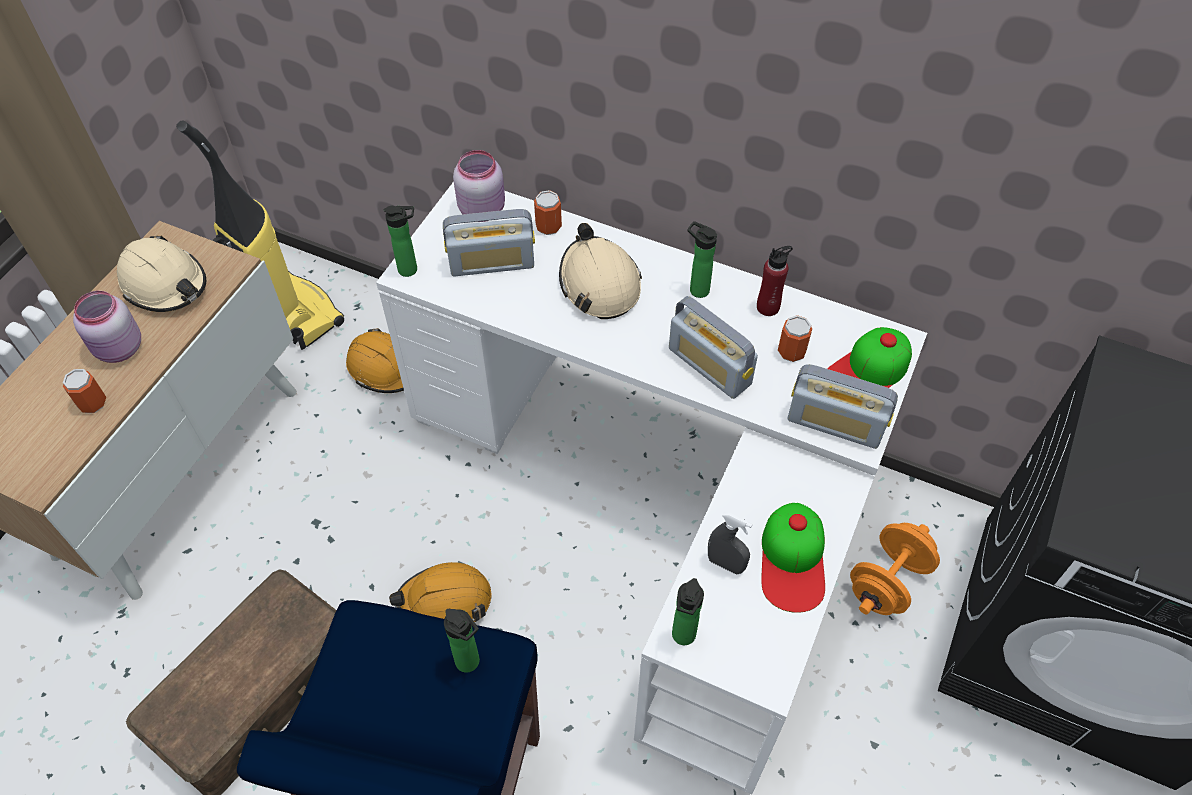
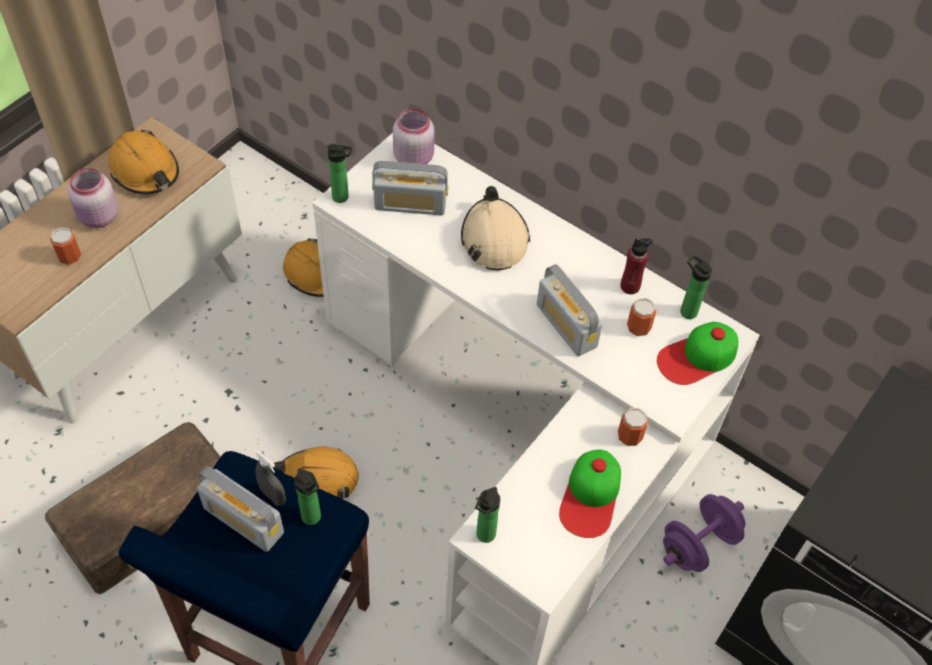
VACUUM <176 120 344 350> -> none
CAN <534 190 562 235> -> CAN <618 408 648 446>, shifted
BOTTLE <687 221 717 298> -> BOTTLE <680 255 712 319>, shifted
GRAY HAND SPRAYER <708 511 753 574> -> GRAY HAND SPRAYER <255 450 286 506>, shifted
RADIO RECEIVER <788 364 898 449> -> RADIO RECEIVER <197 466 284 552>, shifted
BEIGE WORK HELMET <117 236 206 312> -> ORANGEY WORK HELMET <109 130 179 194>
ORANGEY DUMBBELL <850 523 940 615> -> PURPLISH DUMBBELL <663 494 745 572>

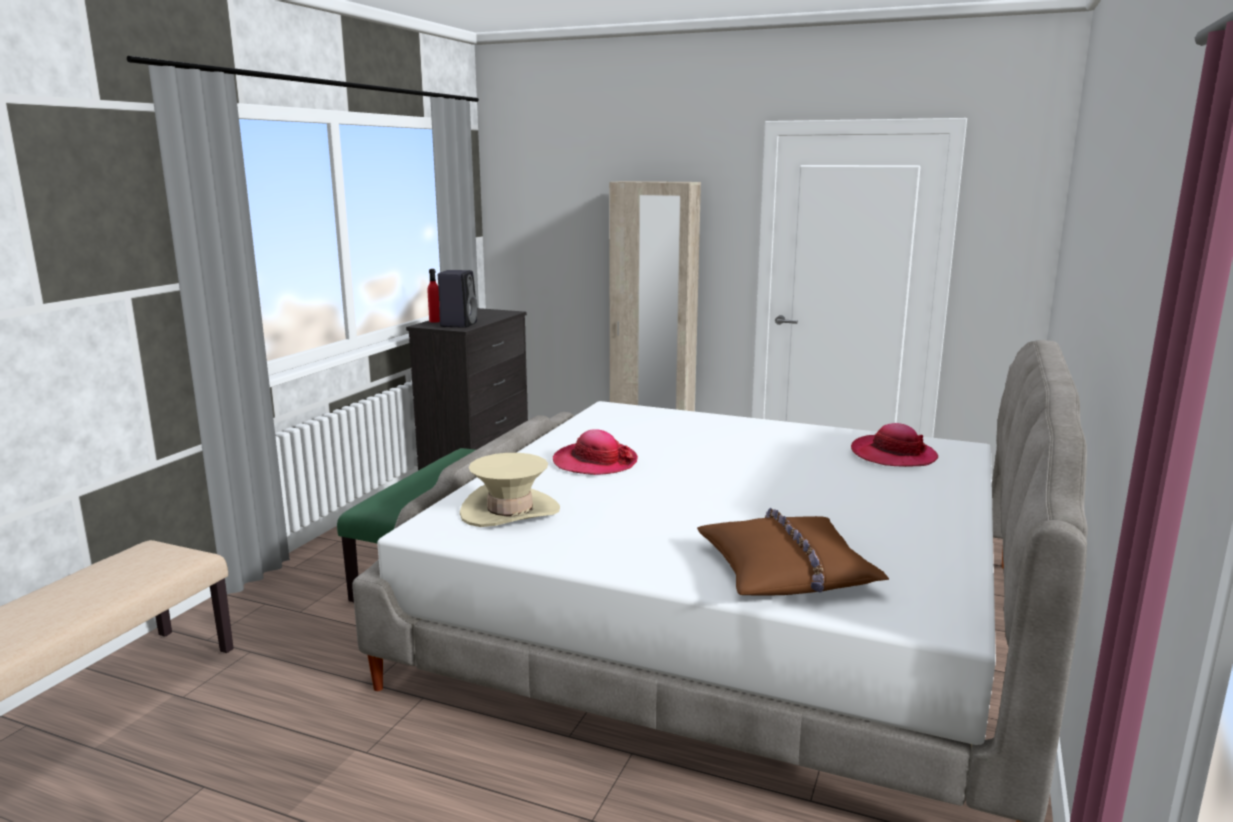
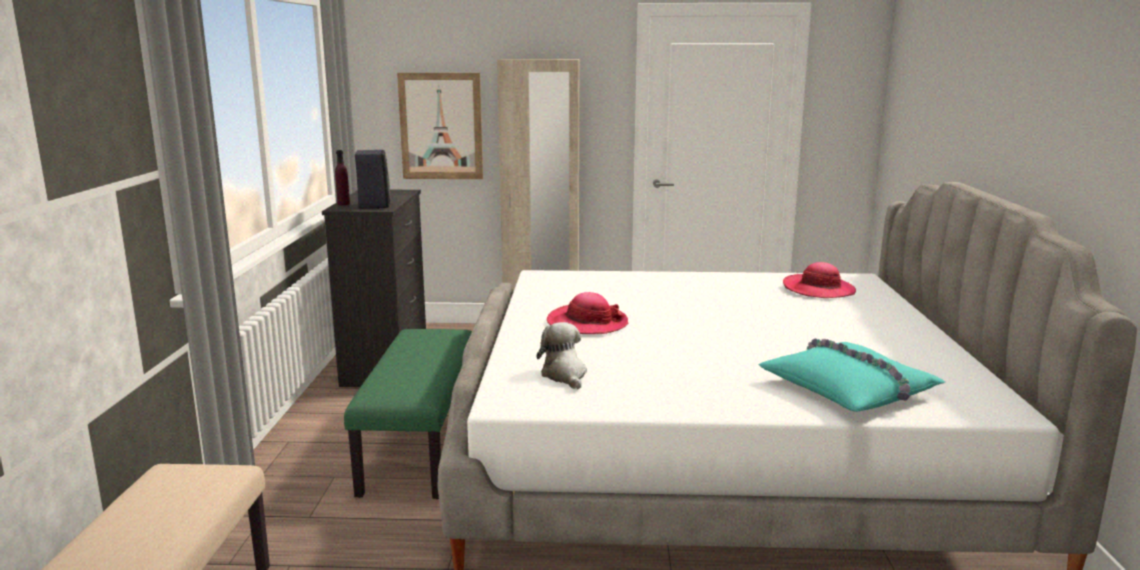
none -> WALL PICTURE <397 73 483 179>
BEIGE CLOTHING HAT <460 453 560 527> -> CUDDLY TOY <537 322 587 390>
REDDISH BOTTLE <428 269 440 323> -> PURPLISH BOTTLE <335 150 350 205>
BROWN THROW PILLOW <697 508 889 596> -> BLUE-GREEN THROW PILLOW <759 339 945 412>

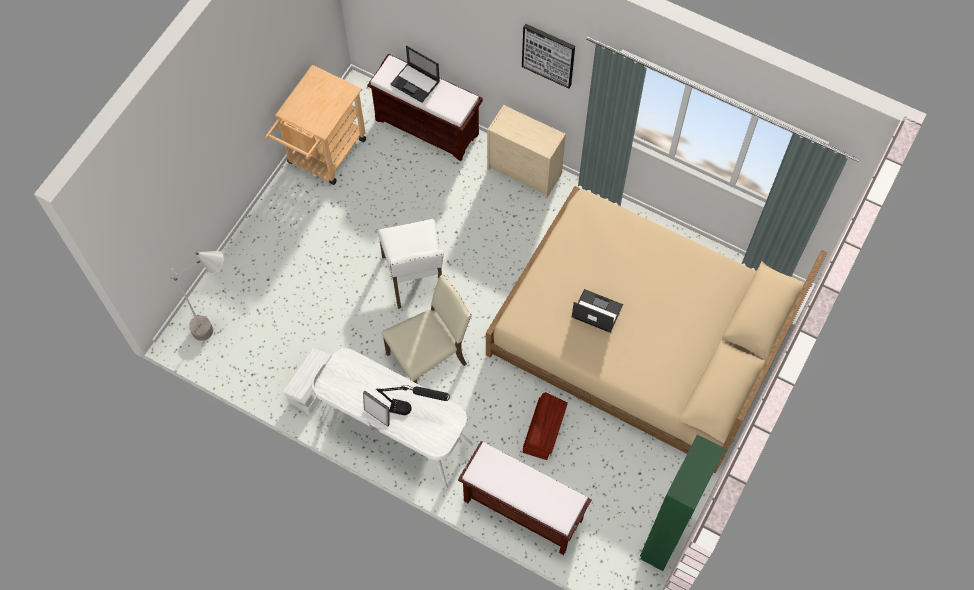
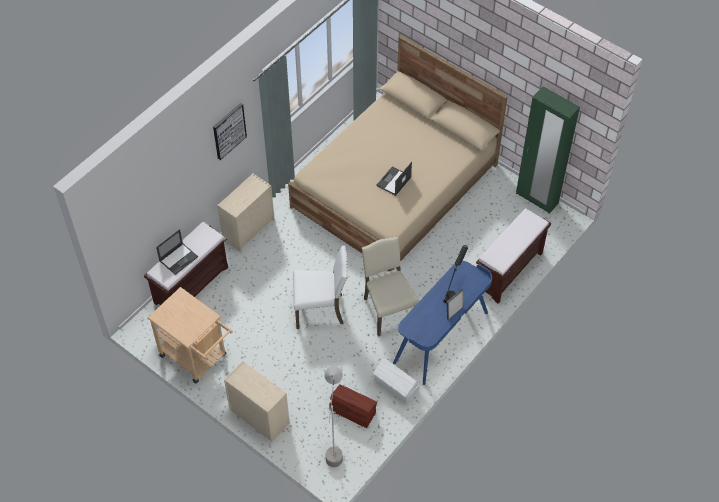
none -> BEIGE CHEST OF DRAWERS <224 361 290 442>
BROWN STORAGE BIN <523 392 568 460> -> BROWN STORAGE BIN <329 384 377 428>, shifted
WHITISH DESK TABLE <312 348 473 489> -> BLUE-COLOURED DESK TABLE <393 261 492 385>

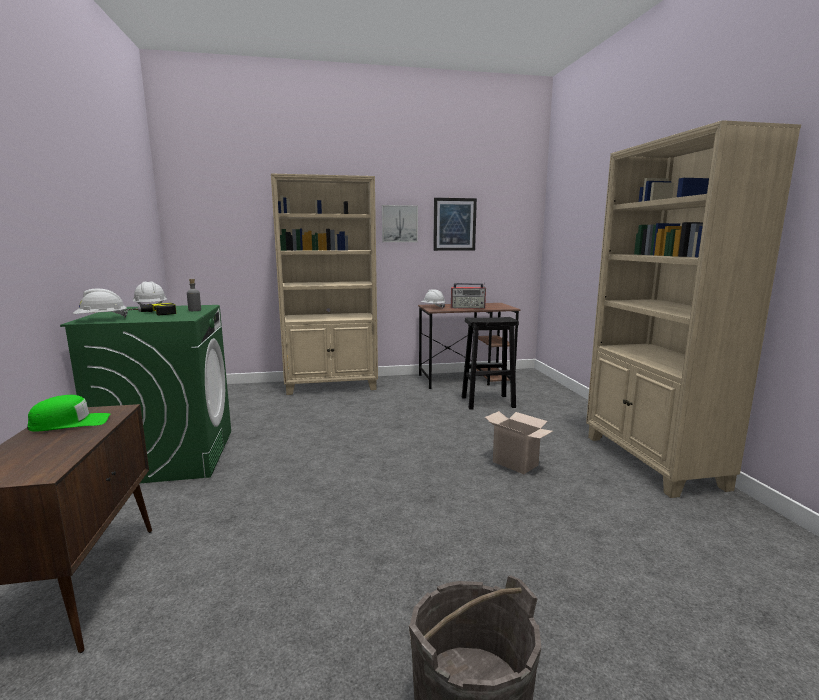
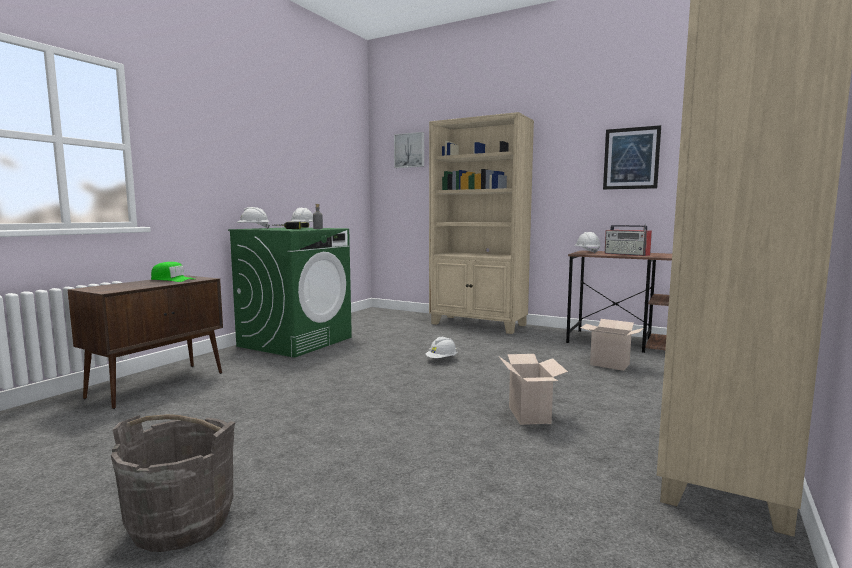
none -> WHITISH WORK HELMET <426 337 457 358>
WALL PICTURE <382 205 418 242> -> WALL PICTURE <394 132 424 168>, shifted
BLACK SITTING STOOL <462 317 519 410> -> CARDBOARD BOX <580 319 644 371>

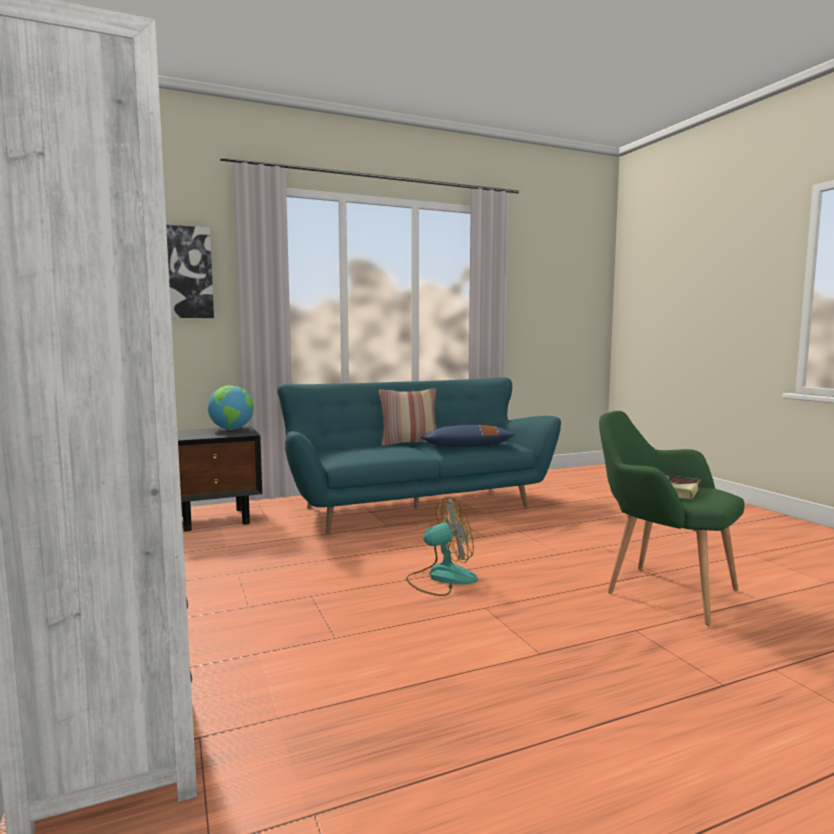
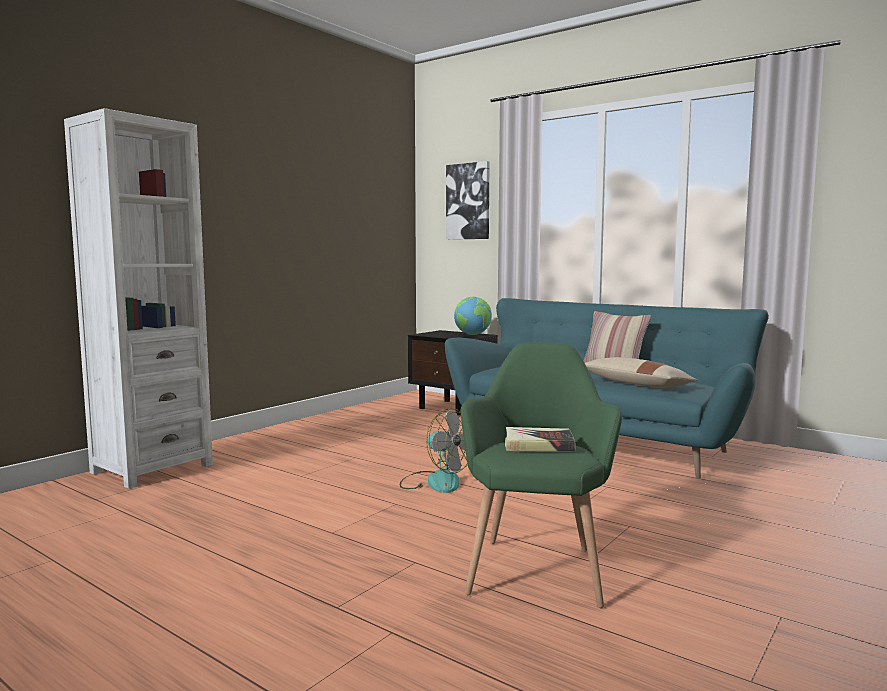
BLUE-COLOURED THROW PILLOW <421 425 516 447> -> BEIGE THROW PILLOW <585 357 698 387>

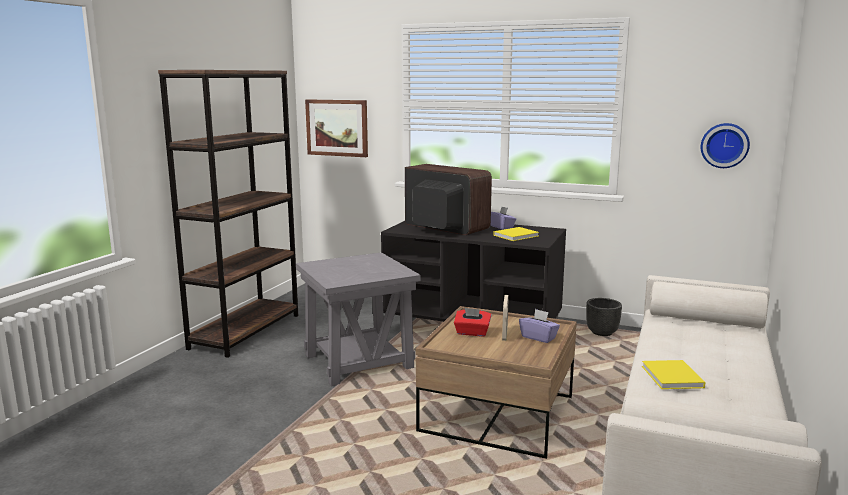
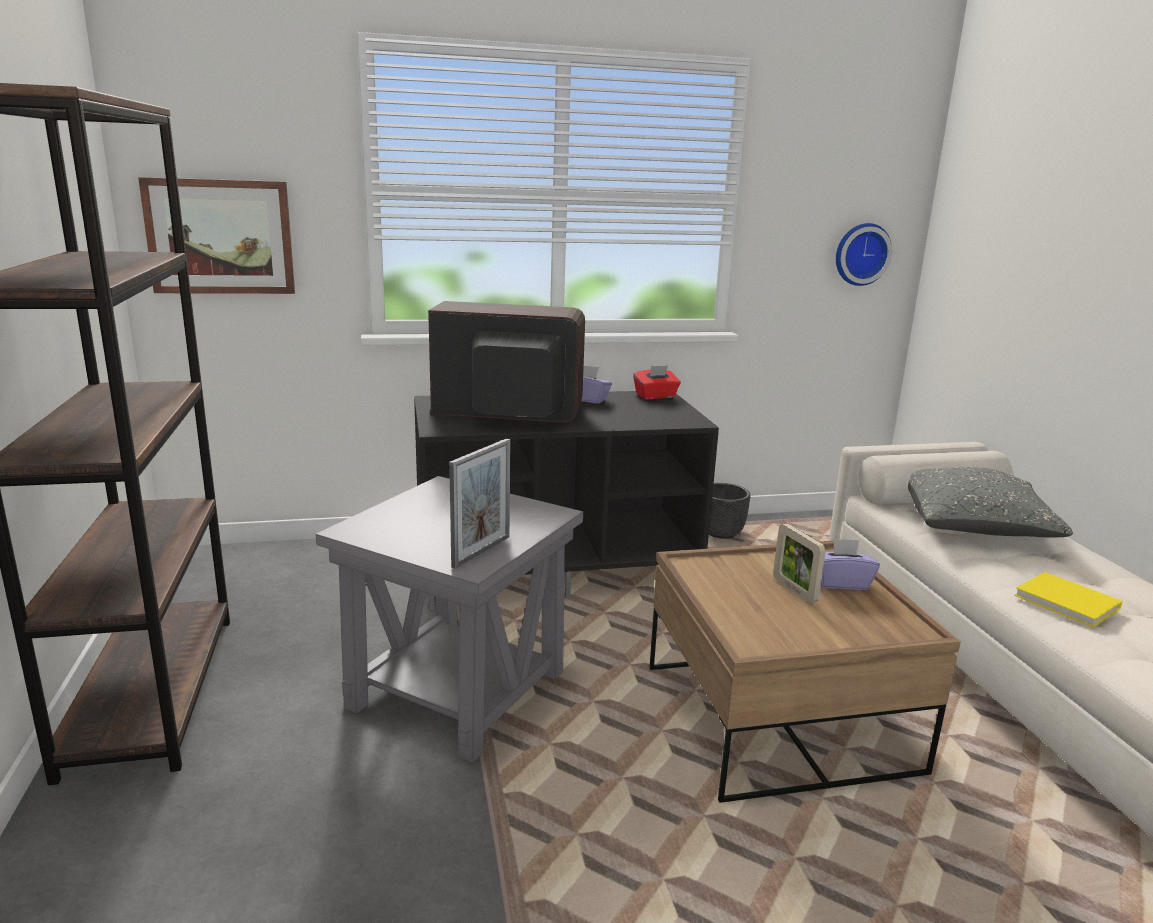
YELLOWISH VOLUME <493 227 539 241> -> none
none -> PHOTO FRAME <449 438 510 568>
none -> GRAY THROW PILLOW <908 467 1073 538>
REDDISH TISSUE BOX <454 308 492 336> -> REDDISH TISSUE BOX <633 366 681 399>, shifted

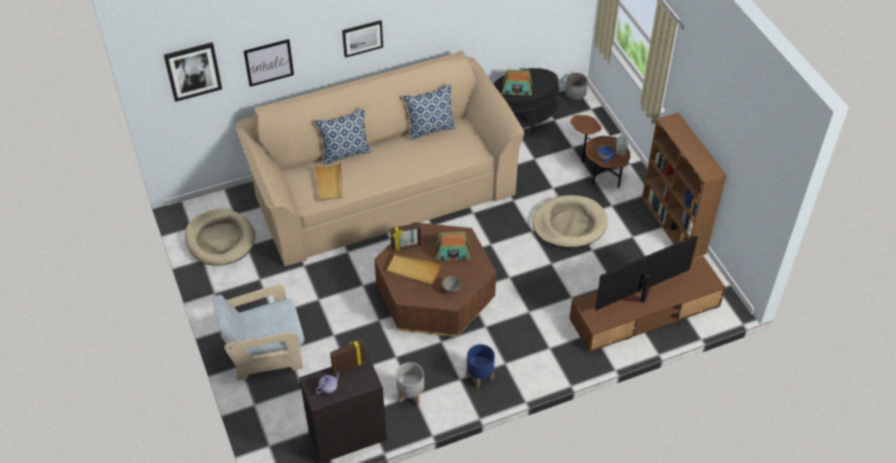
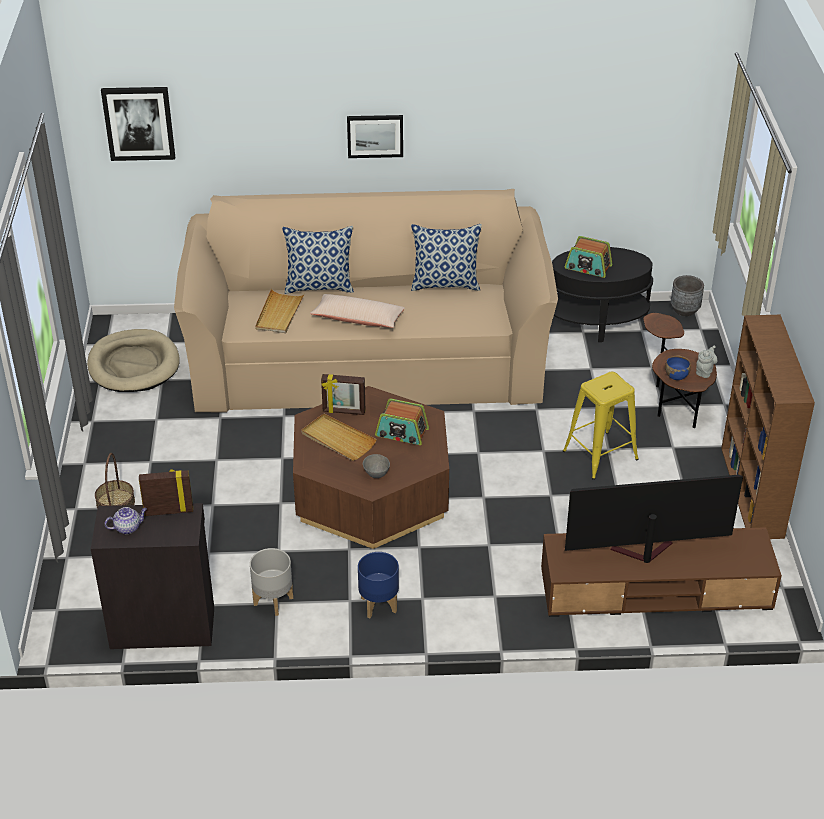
WALL PICTURE <244 39 294 87> -> none
none -> BEIGE THROW PILLOW <310 294 405 328>
BEIGE ARMCHAIR <212 284 304 380> -> HOUSEHOLD BASKET <95 453 135 509>
BEIGE DOG BED <532 195 608 248> -> YELLOWISH SITTING STOOL <563 372 639 480>

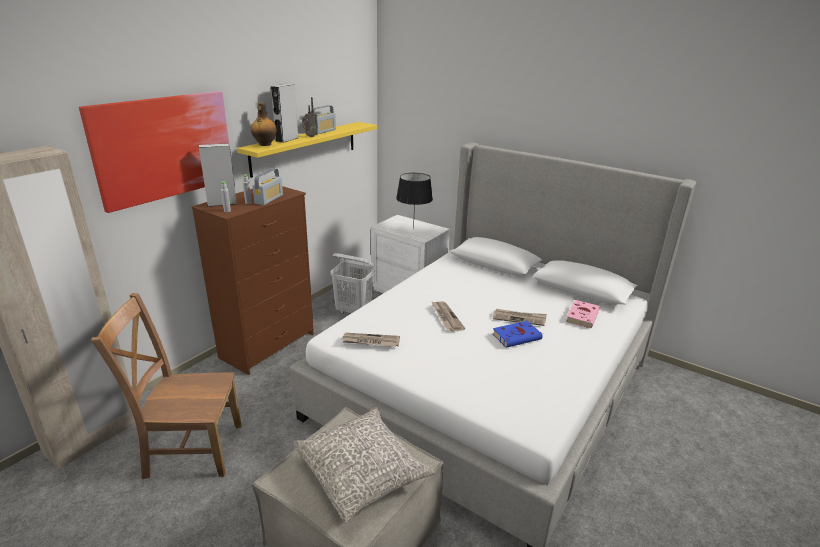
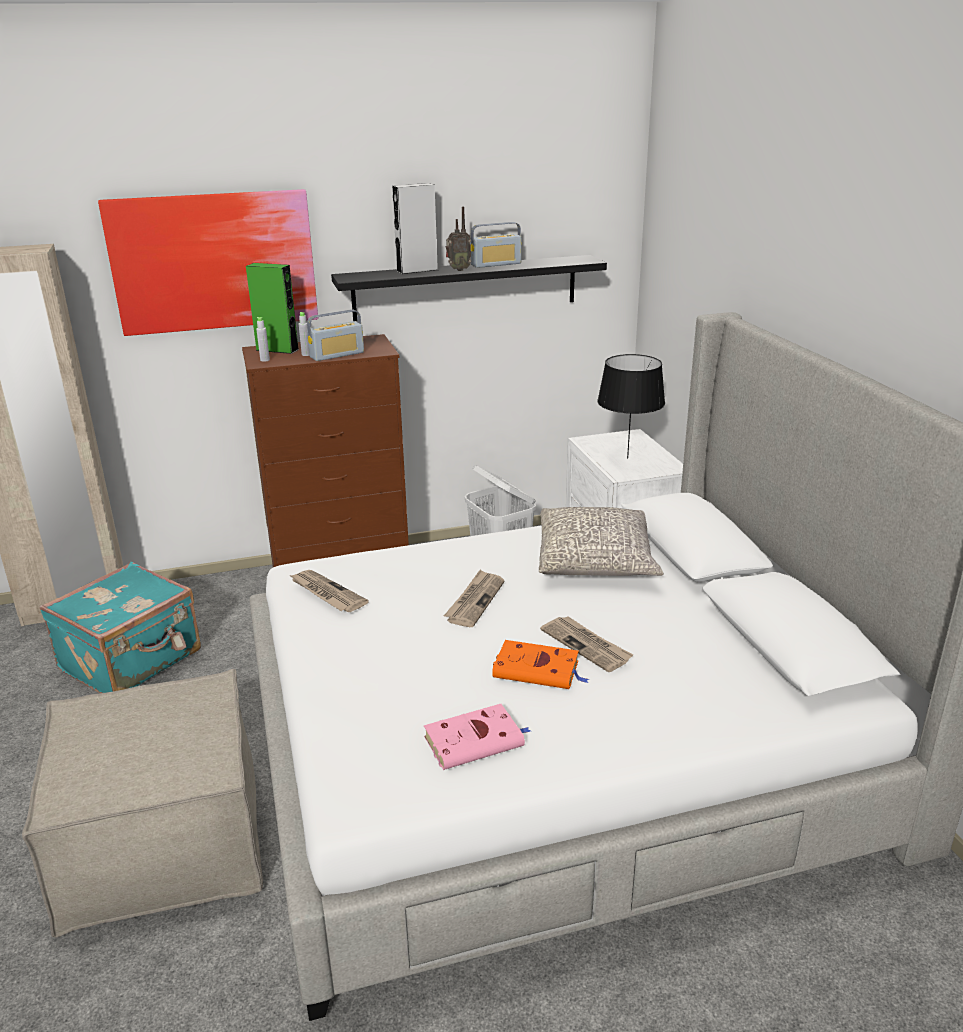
BOTTLE <251 103 277 146> -> none
GRAY THROW PILLOW <294 407 435 523> -> GRAY THROW PILLOW <539 507 664 576>, shifted
PINKISH VOLUME <566 300 600 329> -> PINKISH VOLUME <424 704 530 770>, shifted
BROWN PLAIN CHAIR <91 293 241 479> -> BLUE-GREEN PIECE OF LUGGAGE <39 562 201 693>
GRAY LOUDSPEAKER <199 143 237 207> -> GREEN LOUDSPEAKER <246 263 299 354>
YELLOWISH BRACKET SHELF <237 122 377 178> -> BLACK BRACKET SHELF <331 255 607 321>
BLUE-COLOURED VOLUME <493 321 543 348> -> ORANGEY VOLUME <492 640 589 689>

